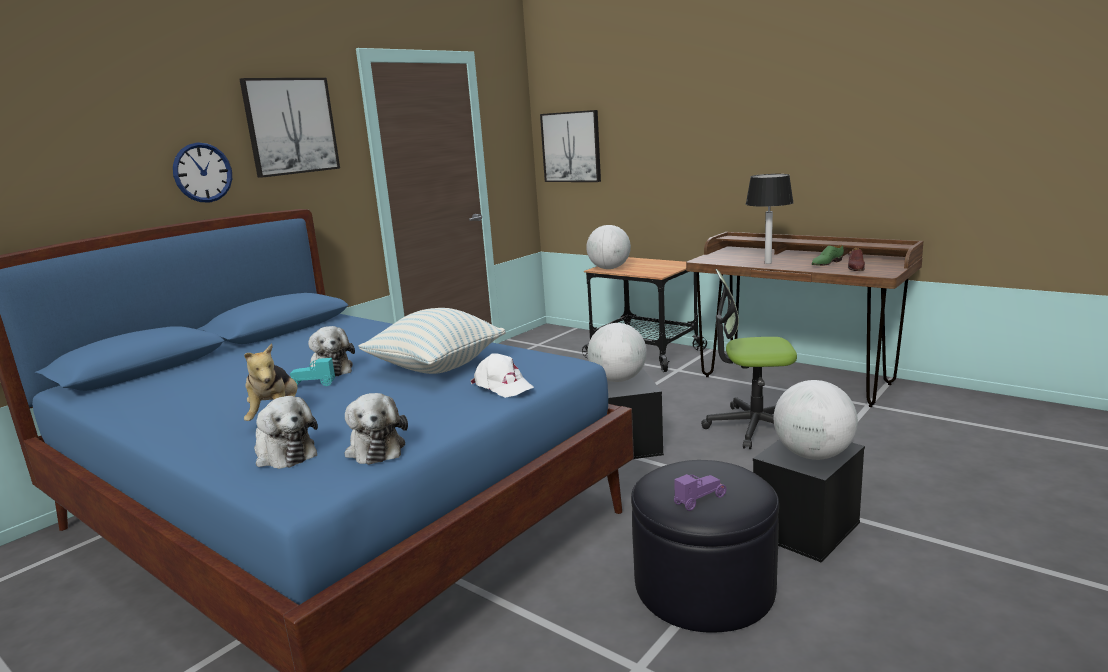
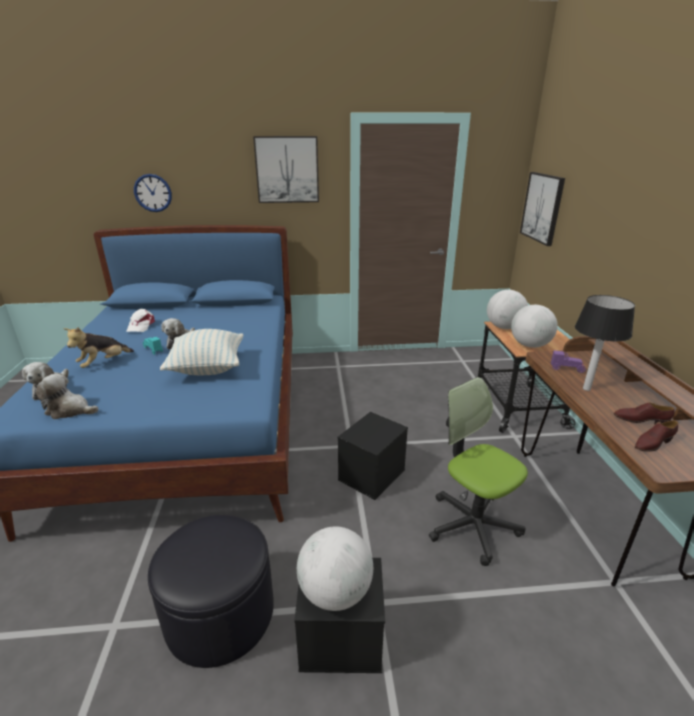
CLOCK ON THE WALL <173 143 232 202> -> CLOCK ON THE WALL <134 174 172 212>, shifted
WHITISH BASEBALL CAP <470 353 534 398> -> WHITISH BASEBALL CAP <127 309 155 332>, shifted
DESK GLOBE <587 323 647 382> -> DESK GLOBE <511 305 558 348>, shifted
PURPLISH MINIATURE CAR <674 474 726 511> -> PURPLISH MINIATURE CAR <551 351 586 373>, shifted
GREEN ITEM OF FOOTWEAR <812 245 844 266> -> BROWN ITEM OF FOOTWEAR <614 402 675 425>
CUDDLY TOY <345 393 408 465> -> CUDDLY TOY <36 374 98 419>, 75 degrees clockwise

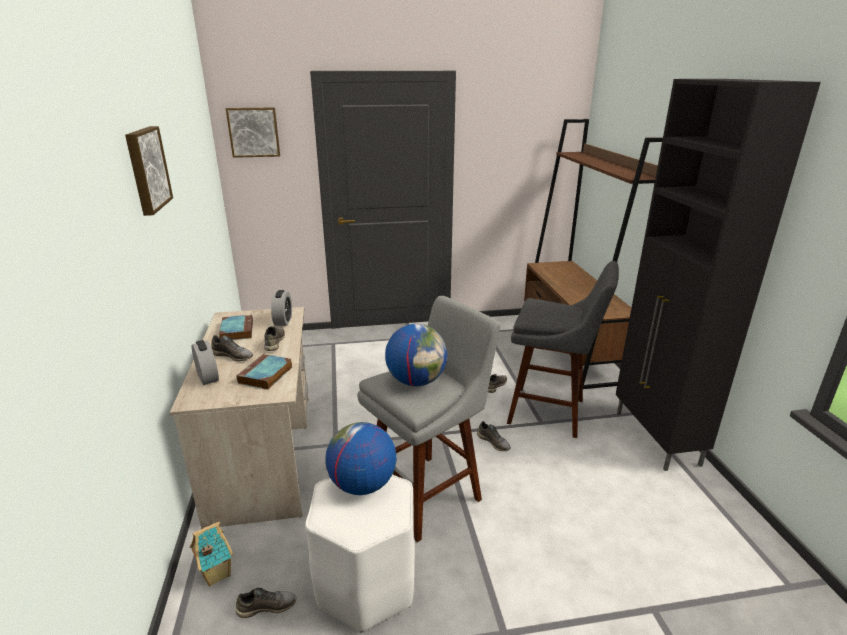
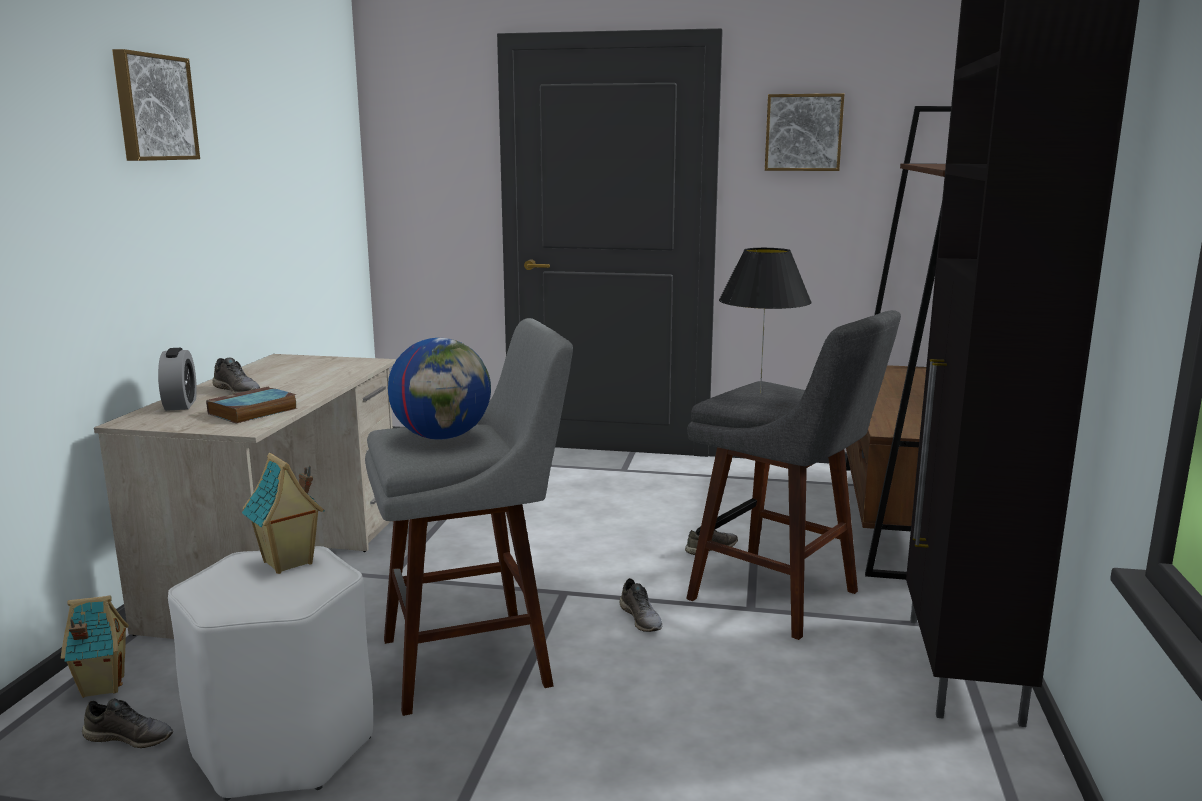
VOLUME <219 314 253 340> -> none
GRAY ITEM OF FOOTWEAR <264 326 285 351> -> none
ALARM CLOCK <271 290 292 326> -> none
none -> BLACK TABLETOP LAMP <719 248 812 394>
WALL PICTURE <226 108 280 158> -> WALL PICTURE <765 93 844 171>, shifted
DESK GLOBE <326 422 396 495> -> MINIATURE HOUSE <242 453 324 574>

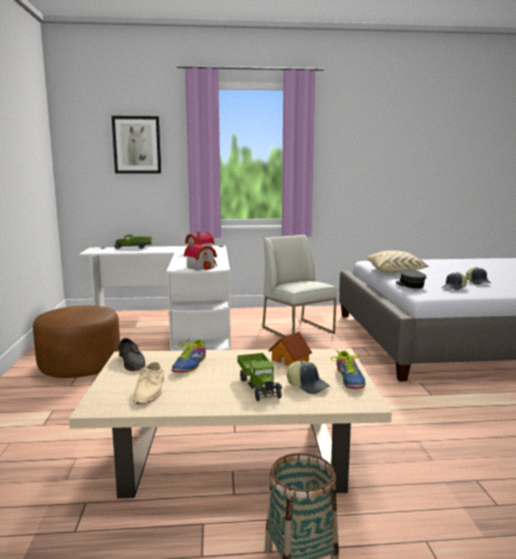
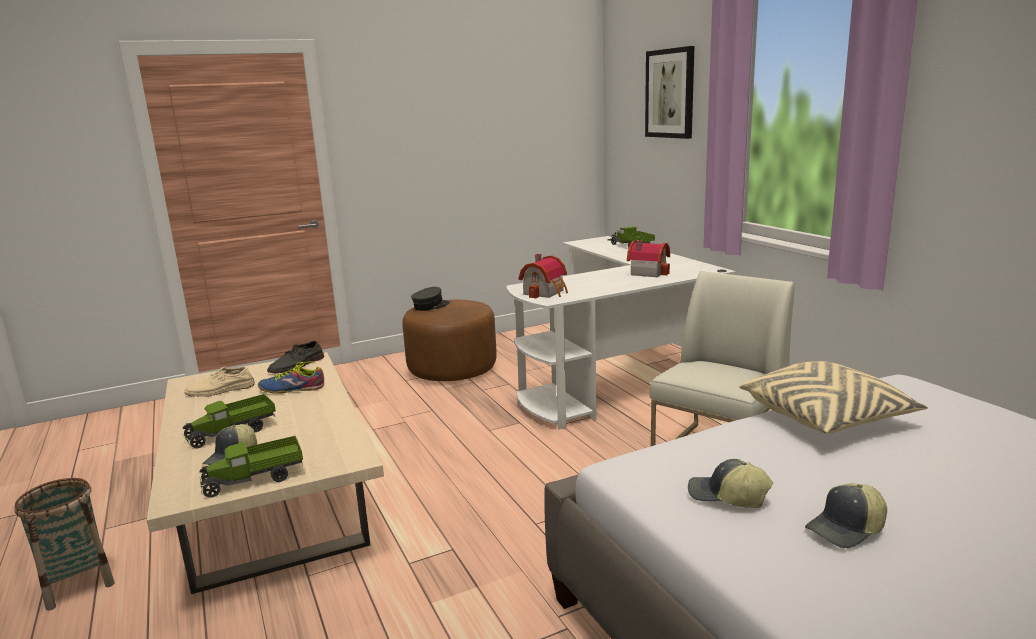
MINIATURE HOUSE <268 332 312 366> -> none
GRAY BASEBALL CAP <396 268 426 289> -> GRAY BASEBALL CAP <411 287 450 311>, shifted
ITEM OF FOOTWEAR <331 349 366 389> -> TOY TRUCK <199 436 303 498>

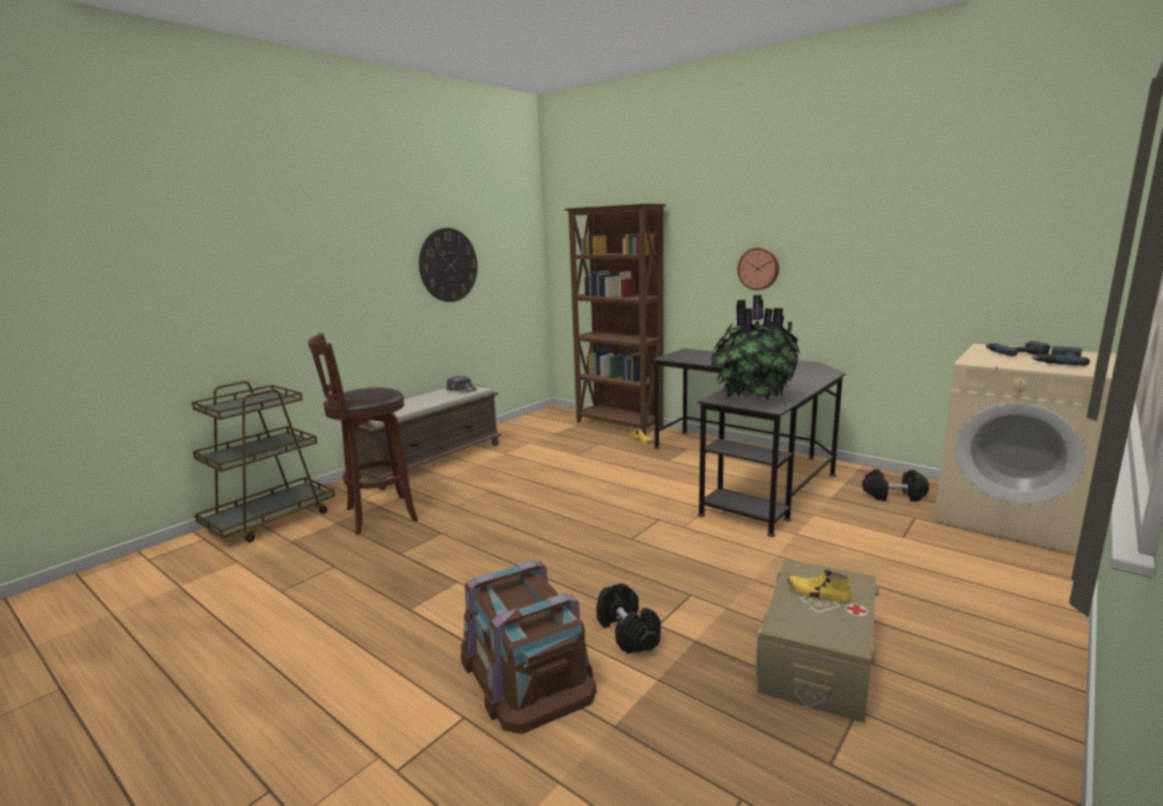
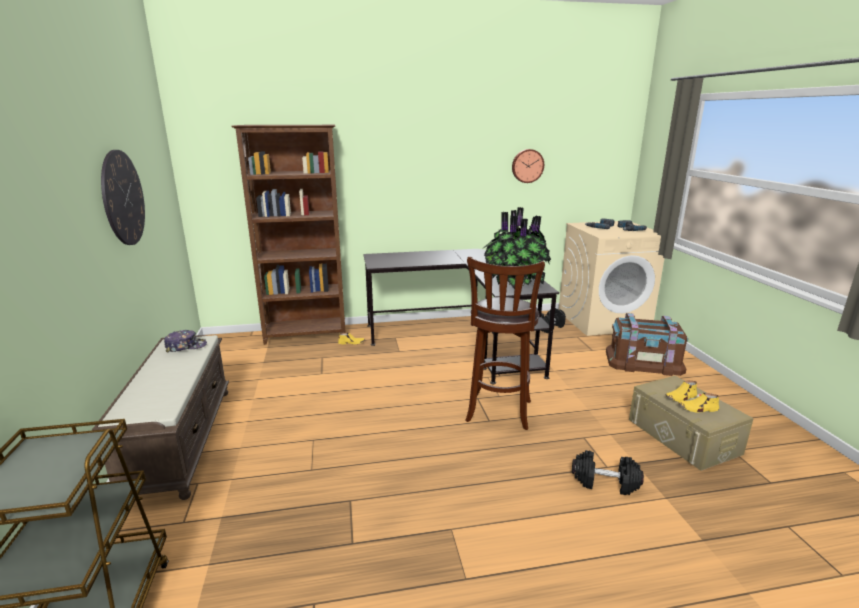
none -> YELLOWISH ITEM OF FOOTWEAR <678 393 719 413>
BROWN SITTING STOOL <308 333 418 535> -> BROWN SITTING STOOL <465 256 545 430>, shifted
BROWN STORAGE BIN <461 560 596 734> -> BROWN STORAGE BIN <606 313 688 376>, shifted
CLOCK ON THE WALL <738 247 779 290> -> CLOCK ON THE WALL <512 149 544 183>, shifted

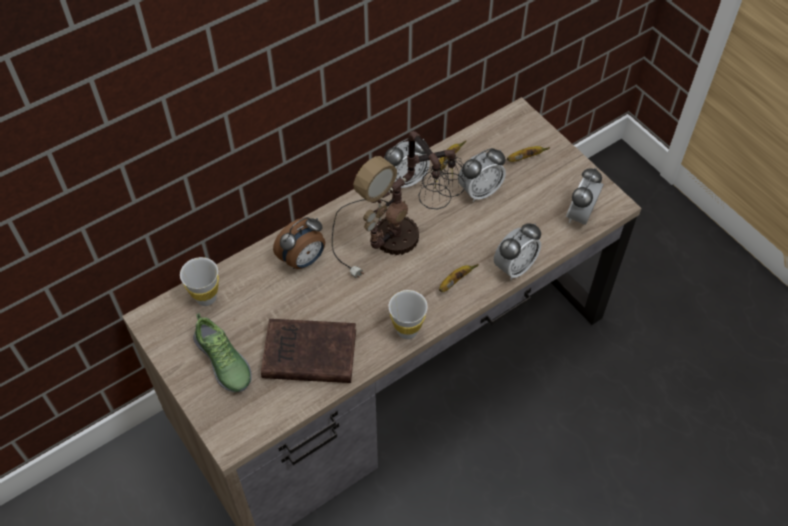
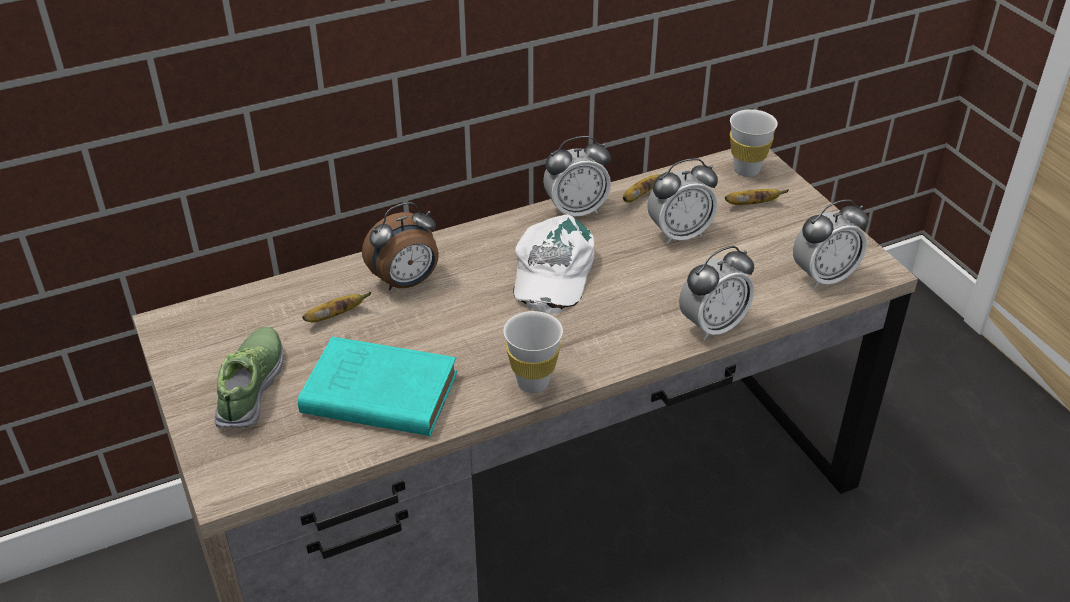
WHITISH CUP <180 257 219 306> -> WHITISH CUP <730 109 778 177>, shifted
WHOLE BANANA <439 264 479 292> -> WHOLE BANANA <302 292 371 322>, shifted
TABLETOP LAMP <332 131 466 278> -> WHITISH BASEBALL CAP <513 215 594 314>
BROWN VOLUME <261 319 356 383> -> BLUE-GREEN VOLUME <298 337 457 436>
ITEM OF FOOTWEAR <193 313 252 392> -> ITEM OF FOOTWEAR <214 327 284 428>, 150 degrees counterclockwise
ALARM CLOCK <566 168 604 225> -> ALARM CLOCK <793 199 869 289>, 150 degrees counterclockwise

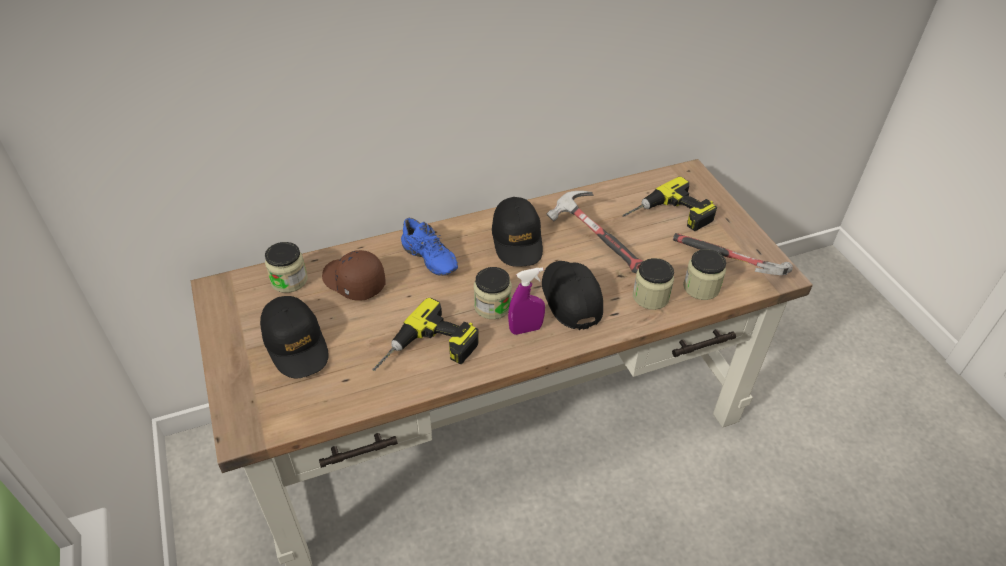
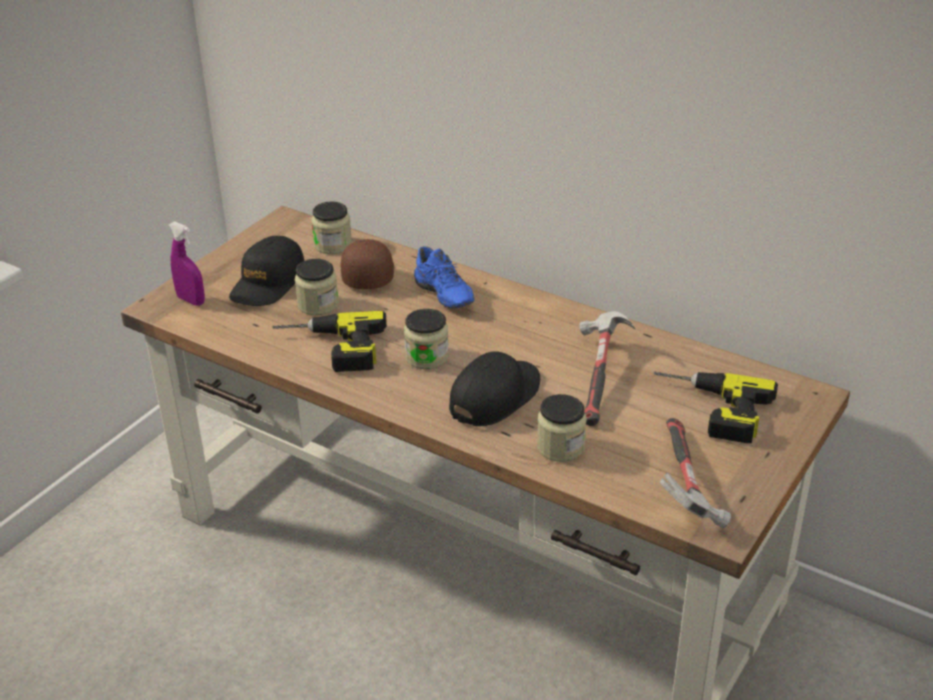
BLACK BASEBALL CAP <492 197 543 267> -> none
PURPLISH HAND SPRAYER <508 267 545 335> -> PURPLISH HAND SPRAYER <169 221 205 306>, shifted
STORAGE JAR <683 249 726 300> -> STORAGE JAR <295 259 339 315>, shifted
BLUE-COLOURED ITEM OF FOOTWEAR <401 218 458 276> -> BLUE-COLOURED ITEM OF FOOTWEAR <414 246 474 309>, 45 degrees counterclockwise

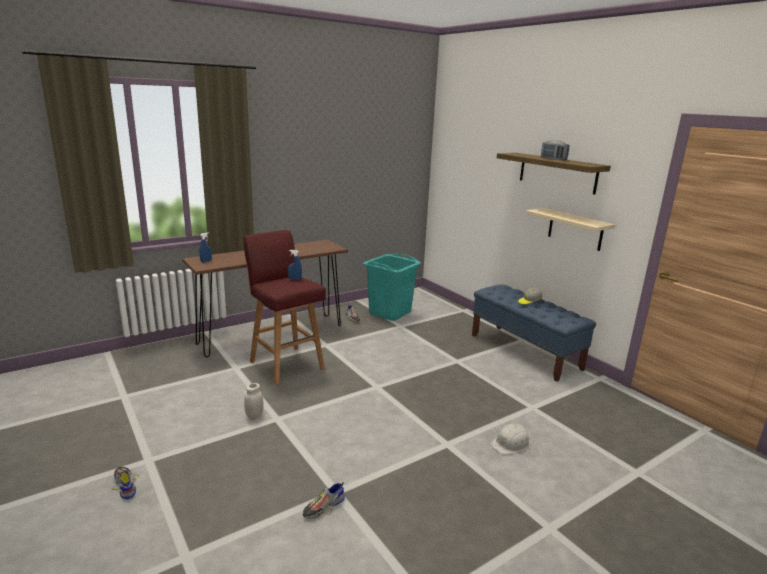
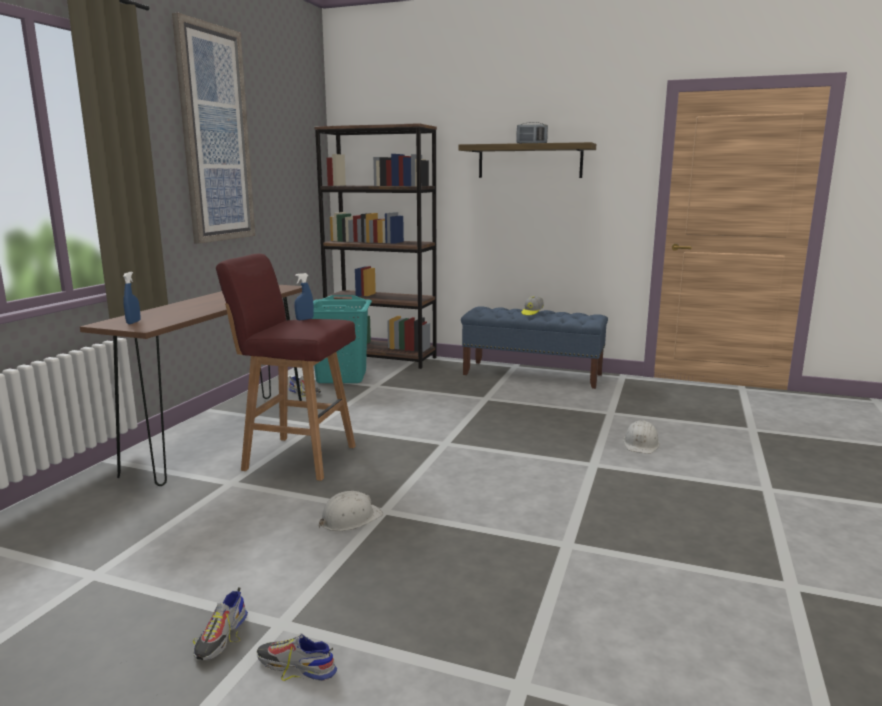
BEIGE BRACKET SHELF <526 208 615 251> -> none
none -> WALL PICTURE <172 13 255 244>
none -> BROWN BOOKCASE <314 123 437 369>
ITEM OF FOOTWEAR <303 482 345 519> -> ITEM OF FOOTWEAR <192 588 248 660>, shifted
WHITISH STORAGE JAR <244 383 263 420> -> WHITISH WORK HELMET <319 491 383 531>

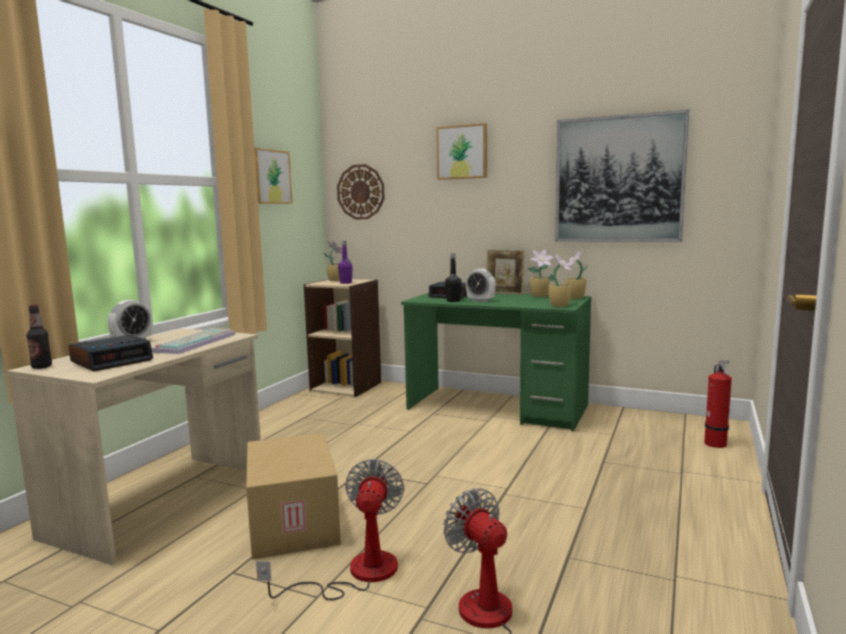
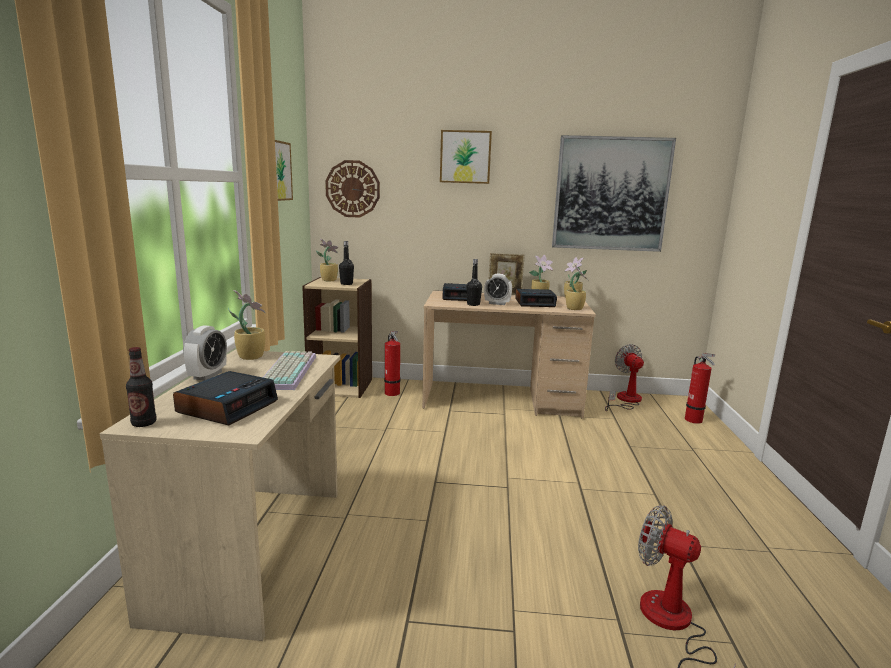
CARDBOARD BOX <246 433 341 559> -> none
none -> HOUSEPLANT <228 290 265 360>
none -> FIRE EXTINGUISHER <384 331 401 396>
none -> ALARM CLOCK <515 289 557 307>
ELECTRIC FAN <256 459 404 600> -> ELECTRIC FAN <605 344 644 411>, shifted
PURPLISH BOTTLE <338 241 353 284> -> BLACK BOTTLE <339 241 354 285>
GREEN DESK TABLE <401 293 592 431> -> BEIGE DESK TABLE <422 290 596 419>

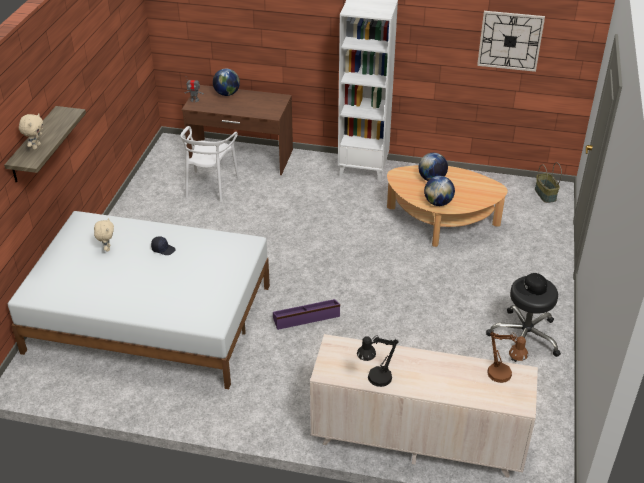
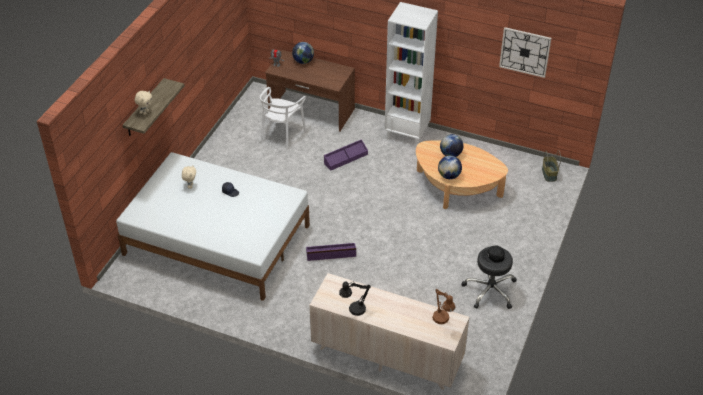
none -> PURPLISH STORAGE BIN <324 139 368 171>

